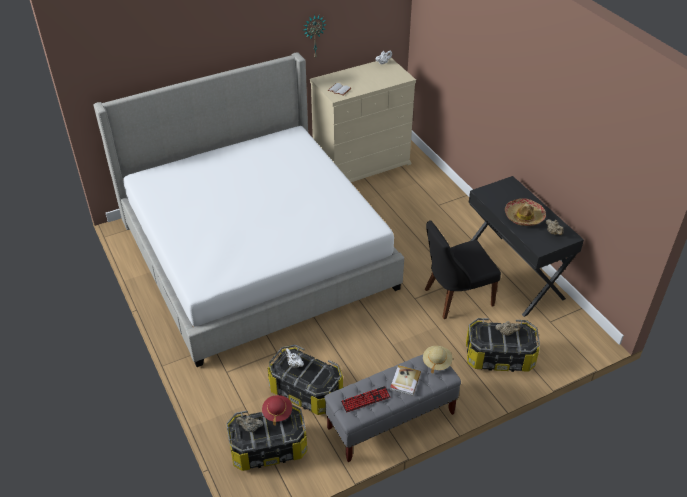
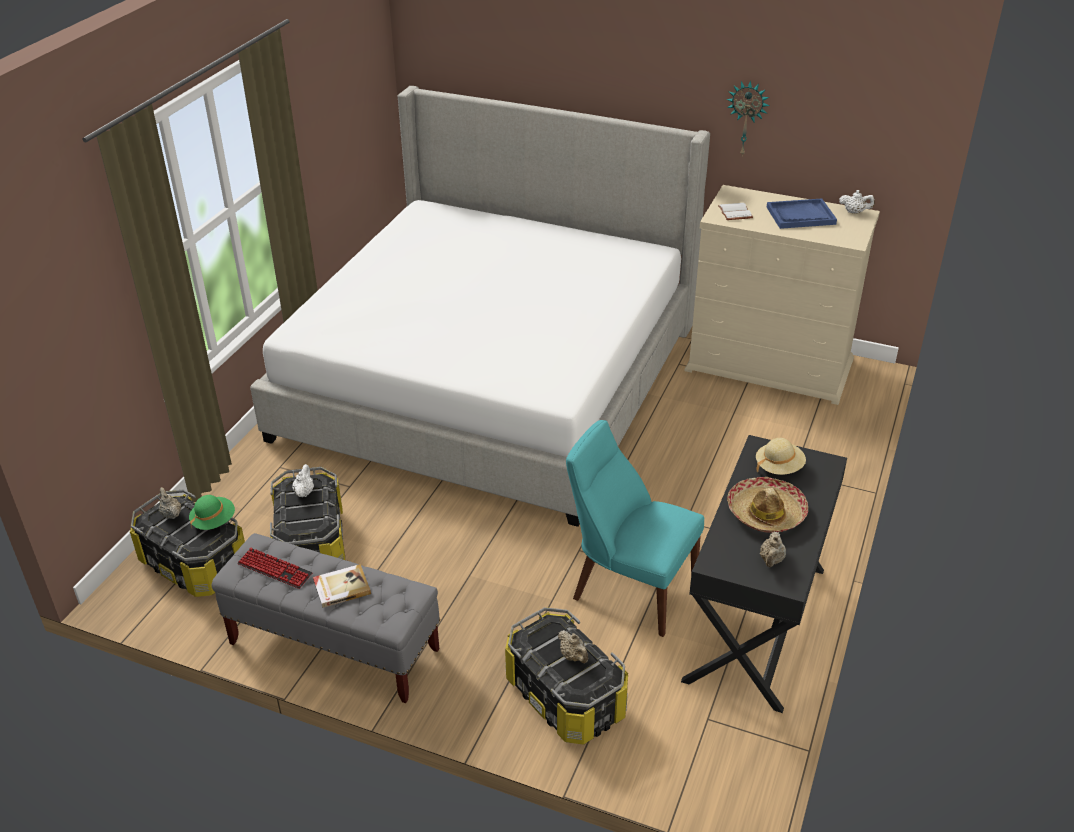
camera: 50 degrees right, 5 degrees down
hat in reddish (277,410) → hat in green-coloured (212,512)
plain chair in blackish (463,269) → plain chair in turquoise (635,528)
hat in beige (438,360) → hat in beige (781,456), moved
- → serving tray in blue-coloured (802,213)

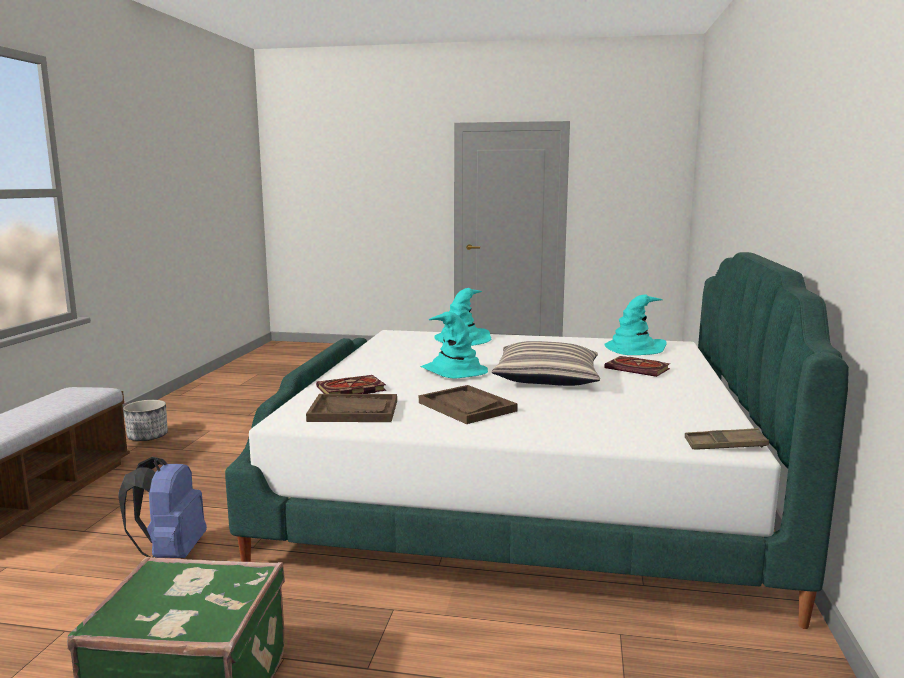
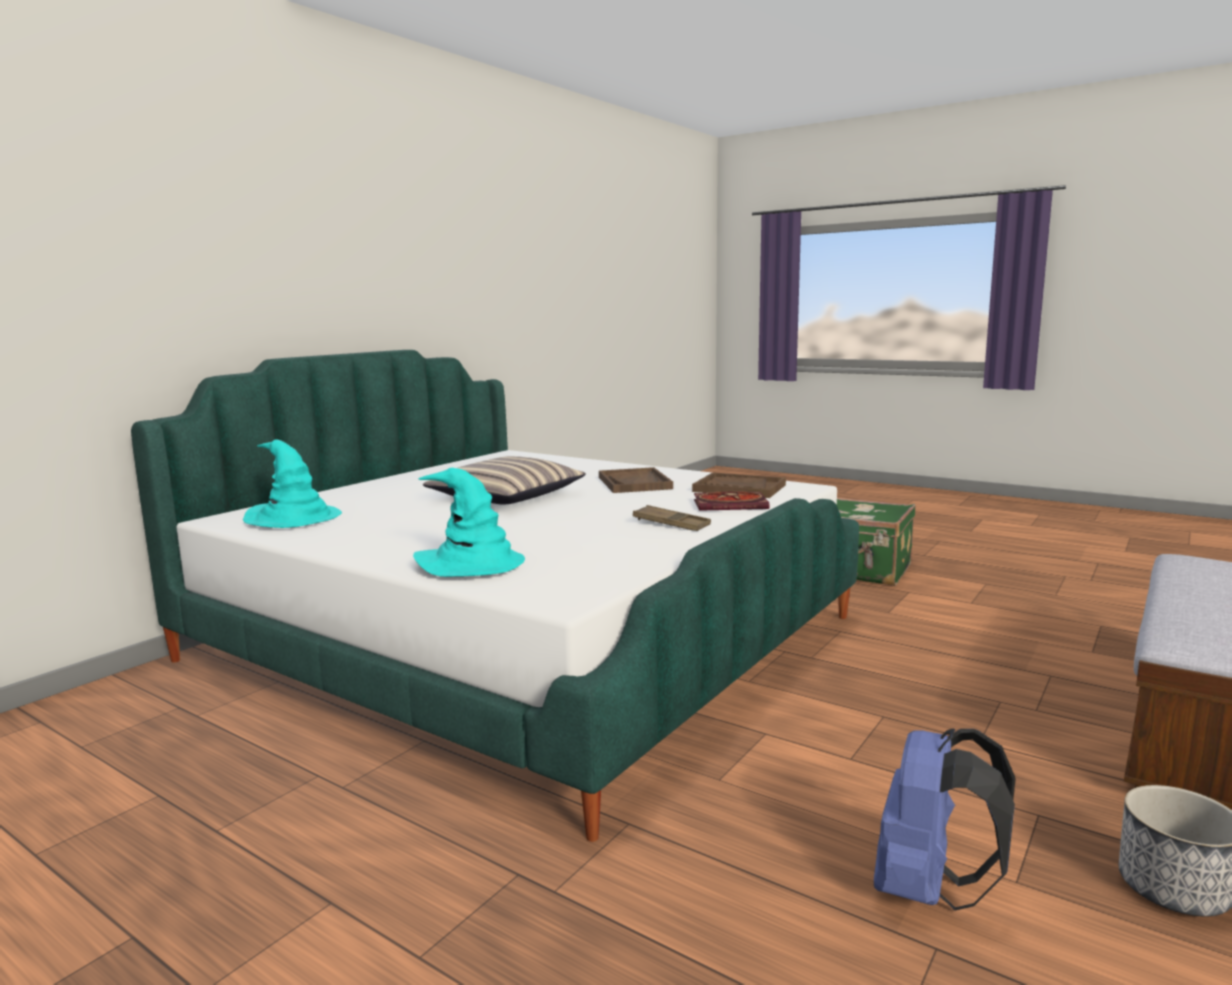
camera: 155 degrees left, 0 degrees up
serving tray in brownish (727,438) → serving tray in brownish (672,518), moved
rucksack in blue-coloured (162,507) → rucksack in blue-coloured (945,819), moved
hat in turquoise (454,345) → -
bound book (637,366) → -

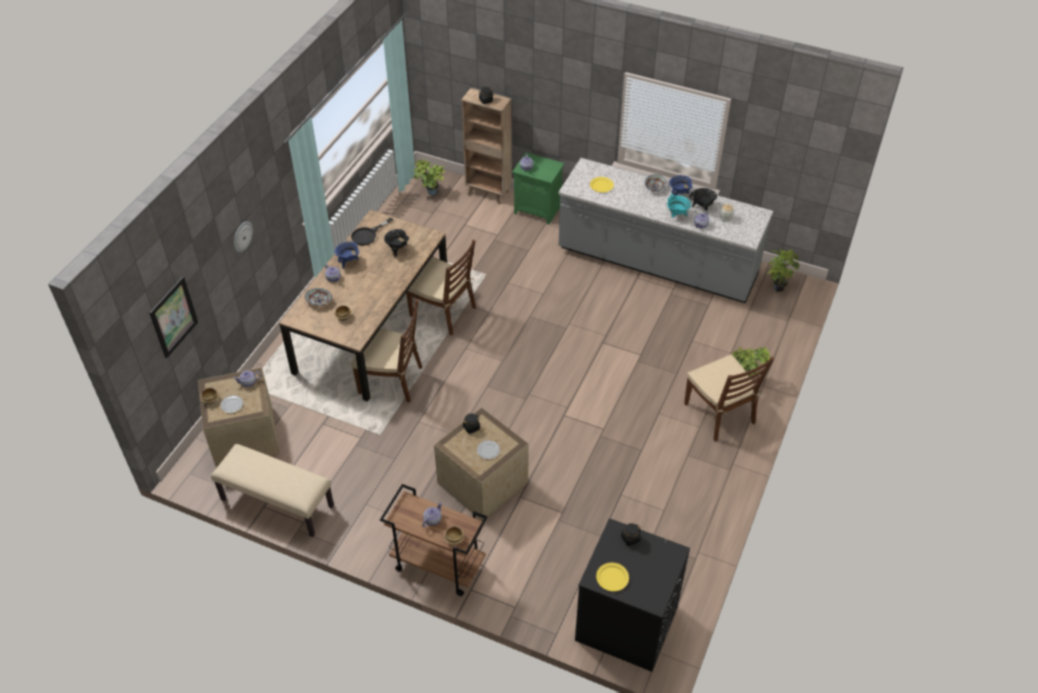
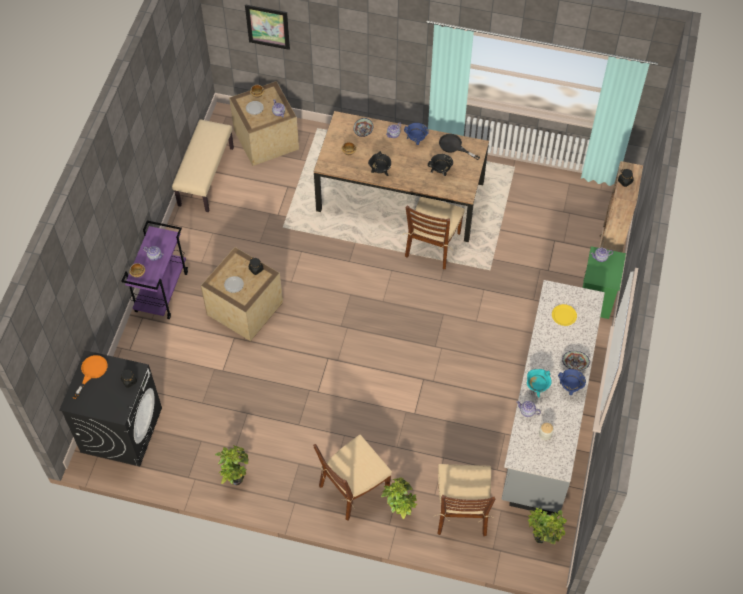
camera: 80 degrees right, 10 degrees up
flat dish in yellow (612,576) → frying pan in orangey (90,377)
trolley in brownish (434,540) → trolley in purplish (154,269)
houseplant (428,177) → houseplant (231,465), moved
cooking pot in blackish (703,199) → cooking pot in blackish (379,163), moved
plain chair in brownish (386,351) → plain chair in brownish (465,500), moved
wall clock (243,236) → -

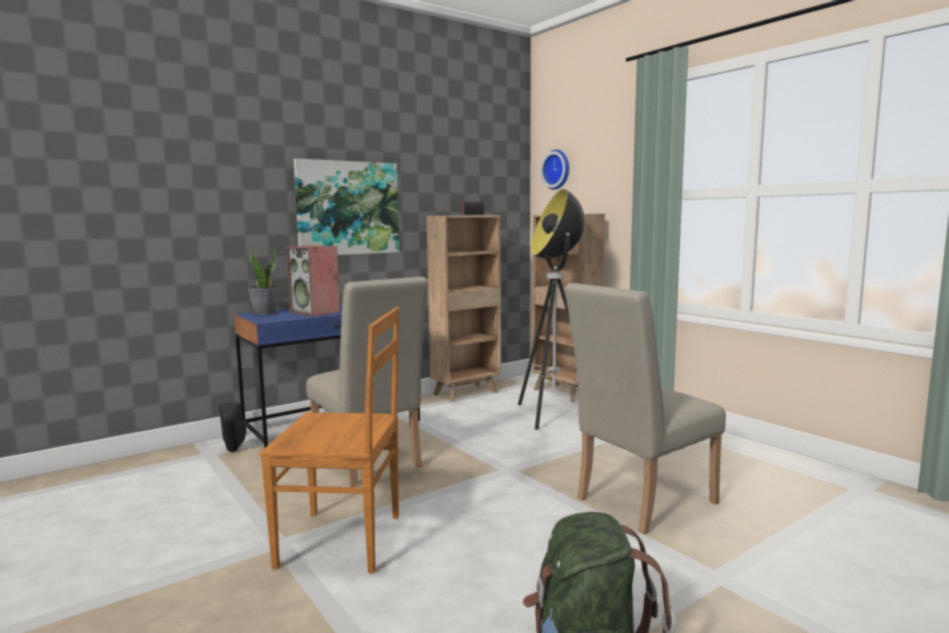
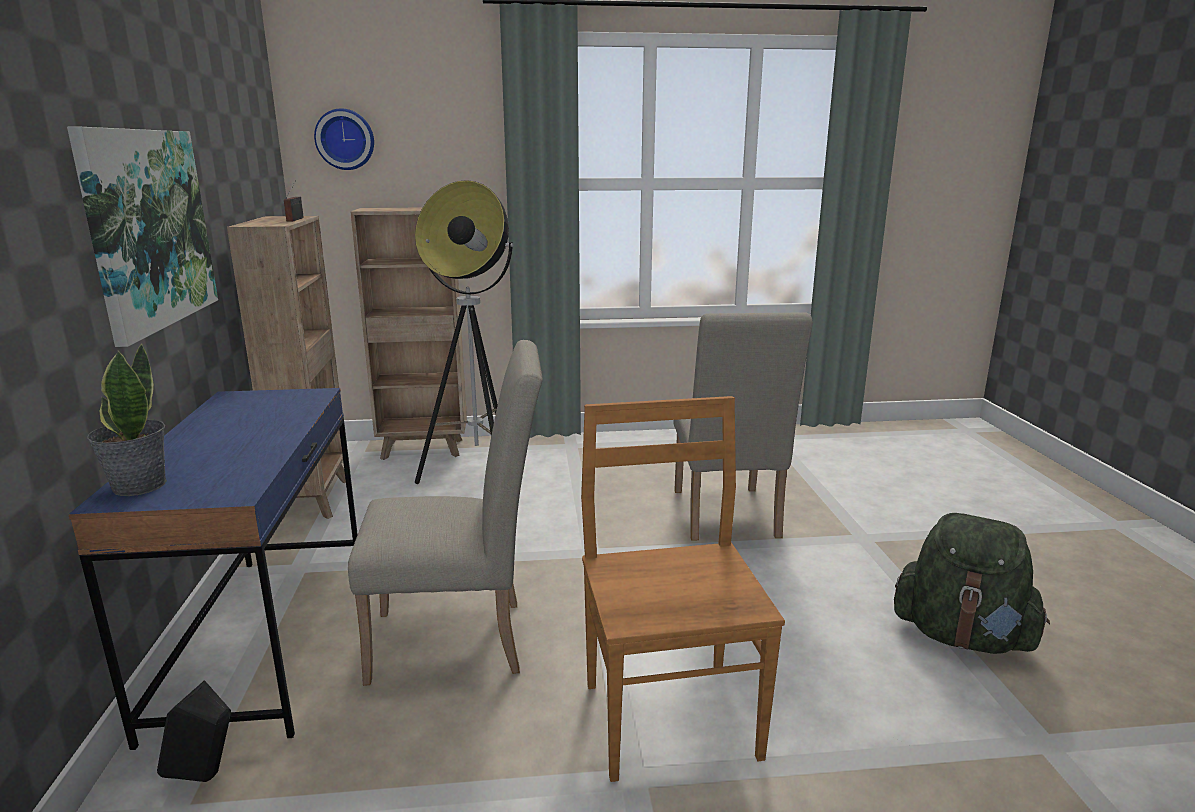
camera: 60 degrees left, 10 degrees up
plain chair in brownish (329,440) → plain chair in brownish (683,589), 45 degrees counterclockwise
loudspeaker (313,281) → -

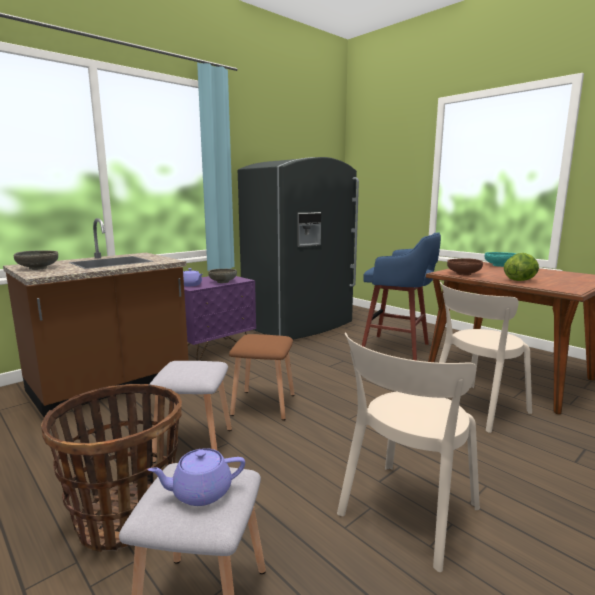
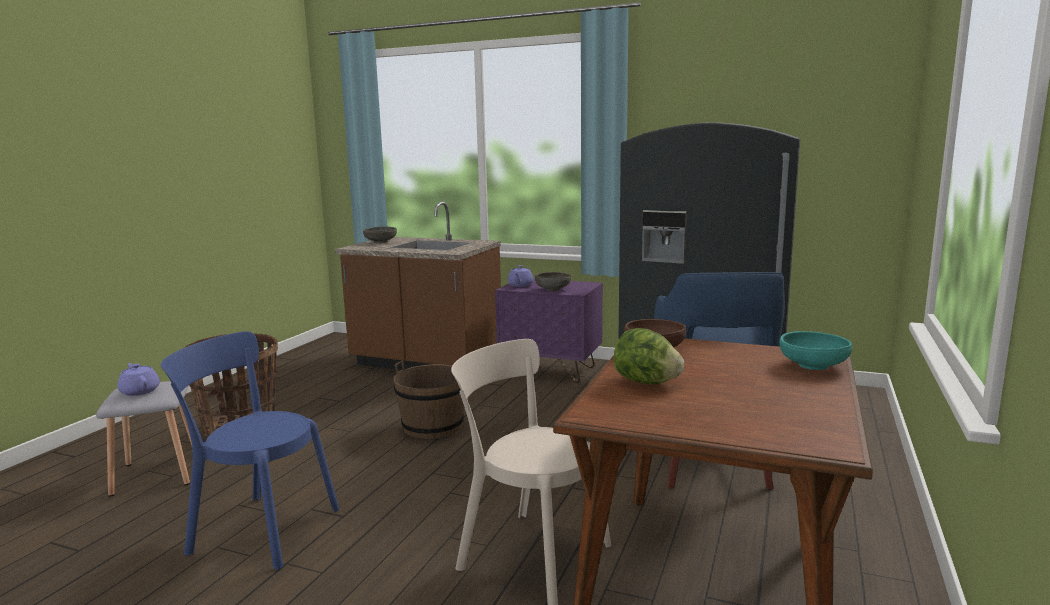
camera: 65 degrees right, 0 degrees up
plain chair in beige (408,452) → plain chair in blue-coloured (250,450)
stool in brownish (262,377) → bucket in brownish (428,400)
stool in greyish (191,412) → -

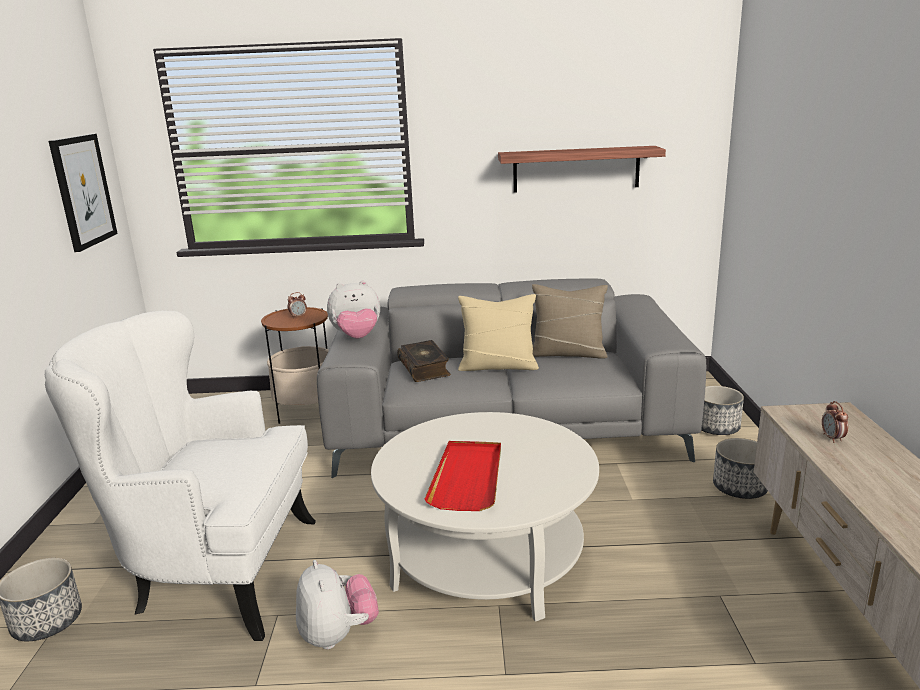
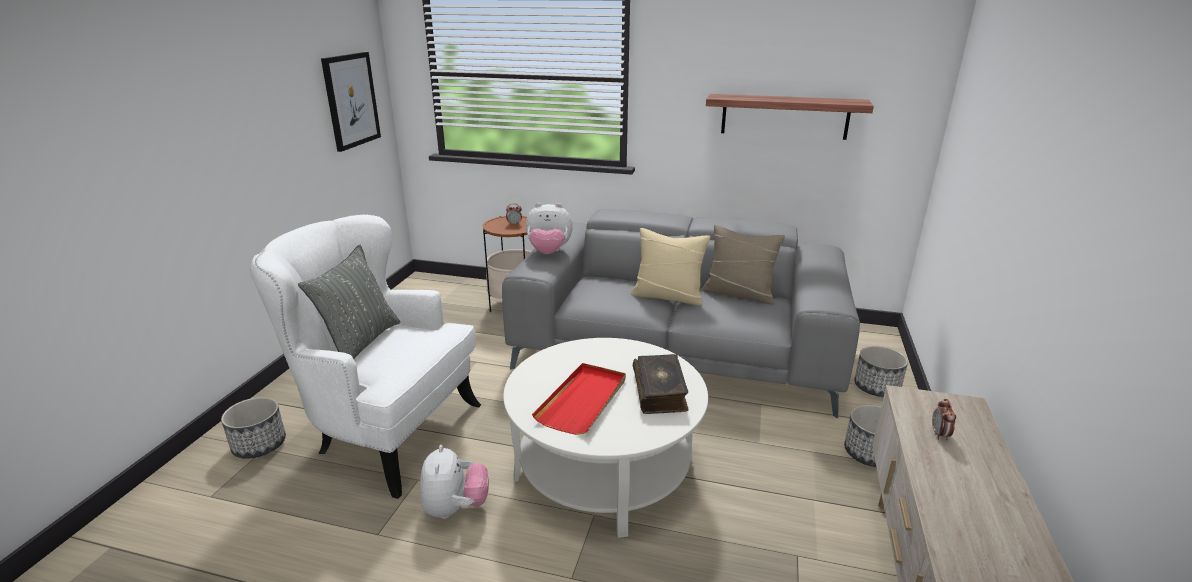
camera: 15 degrees right, 5 degrees up
- → cushion in greyish (349,302)
bound book (424,361) → bound book (661,384), moved

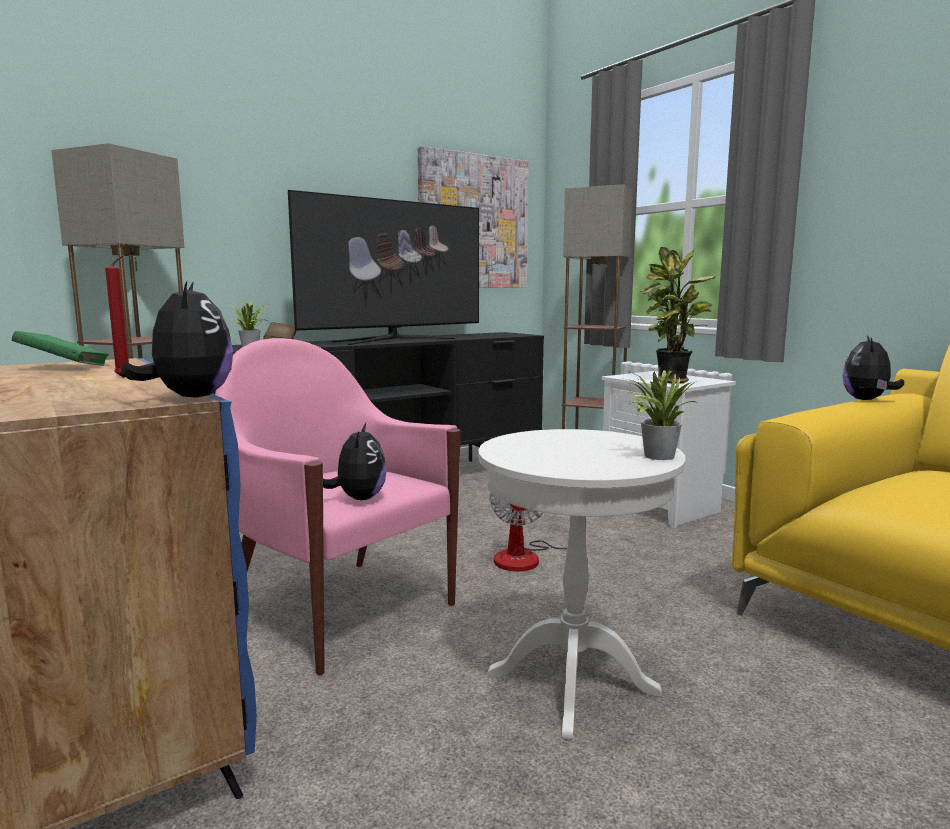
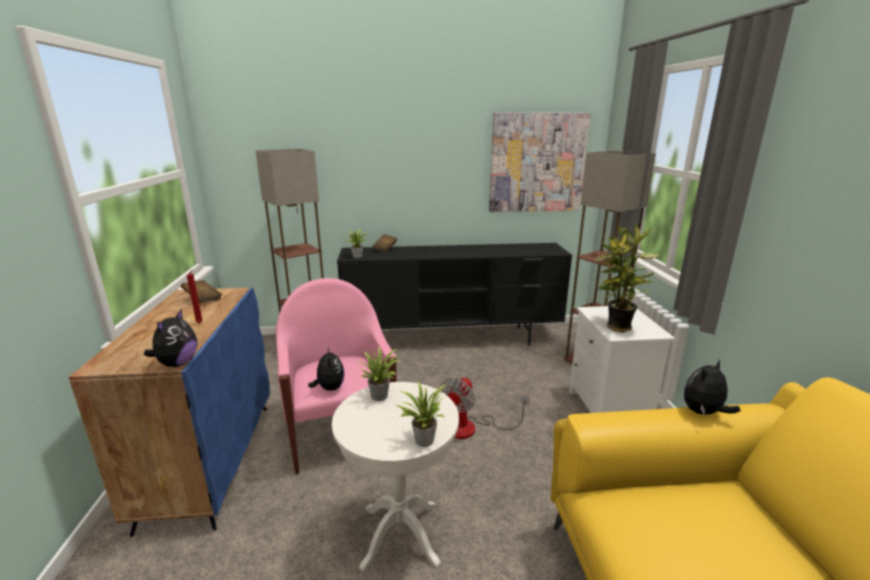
camera: 30 degrees right, 10 degrees up
bound book in green-coloured (60,348) → bound book in brownish (201,291)
soft toy (355,461) → soft toy (326,369), 45 degrees counterclockwise
- → houseplant (379,374)
TV (383,267) → -

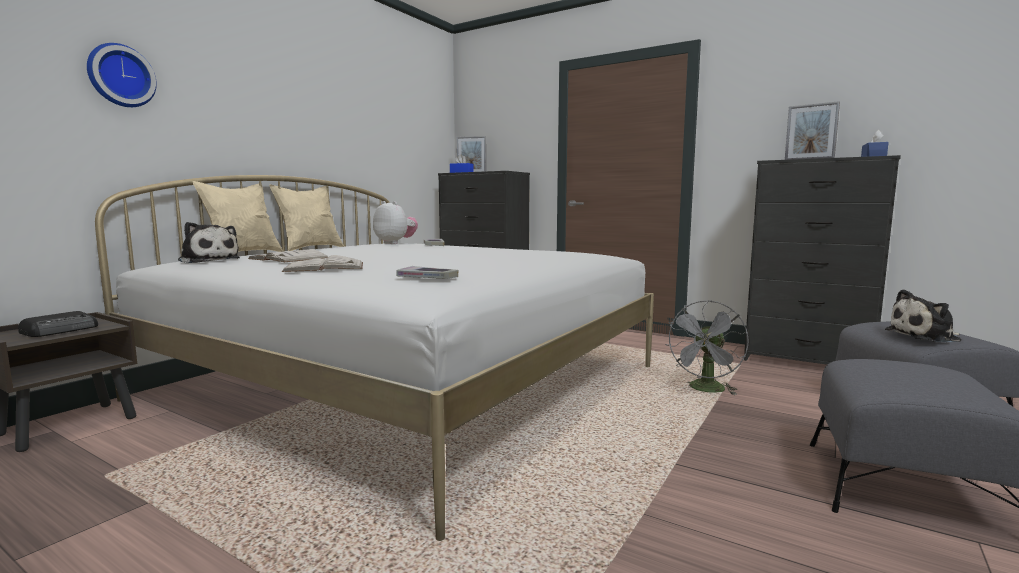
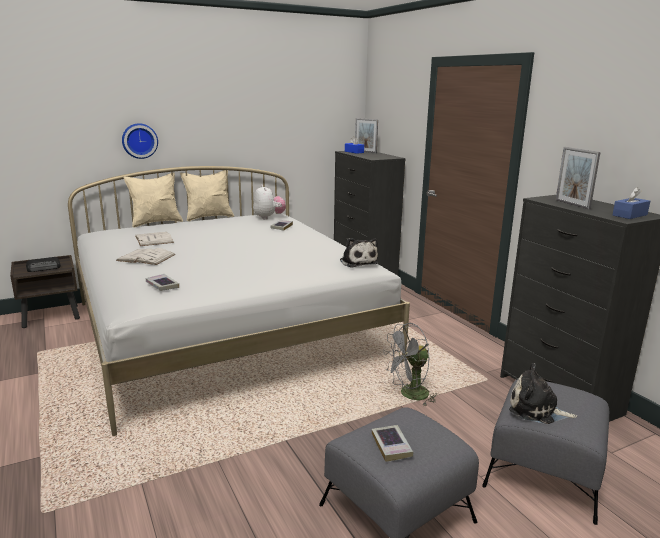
camera: 30 degrees right, 10 degrees up
wall clock (122,75) → wall clock (140,141), moved
soft toy (209,242) → soft toy (359,253), moved
- → bound book (392,443)

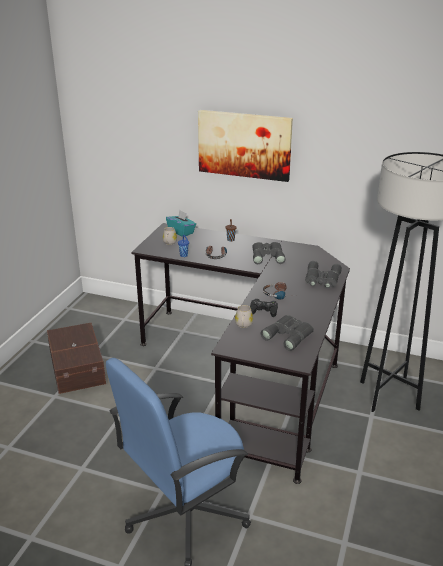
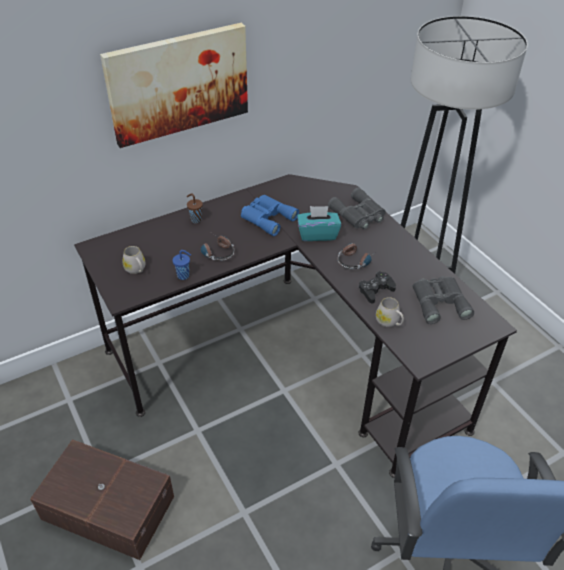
camera: 50 degrees left, 15 degrees up
field glasses in greyish (269,253) → field glasses in blue-coloured (270,215)
box of tissues in turquoise (181,223) → box of tissues in turquoise (319,223), moved

